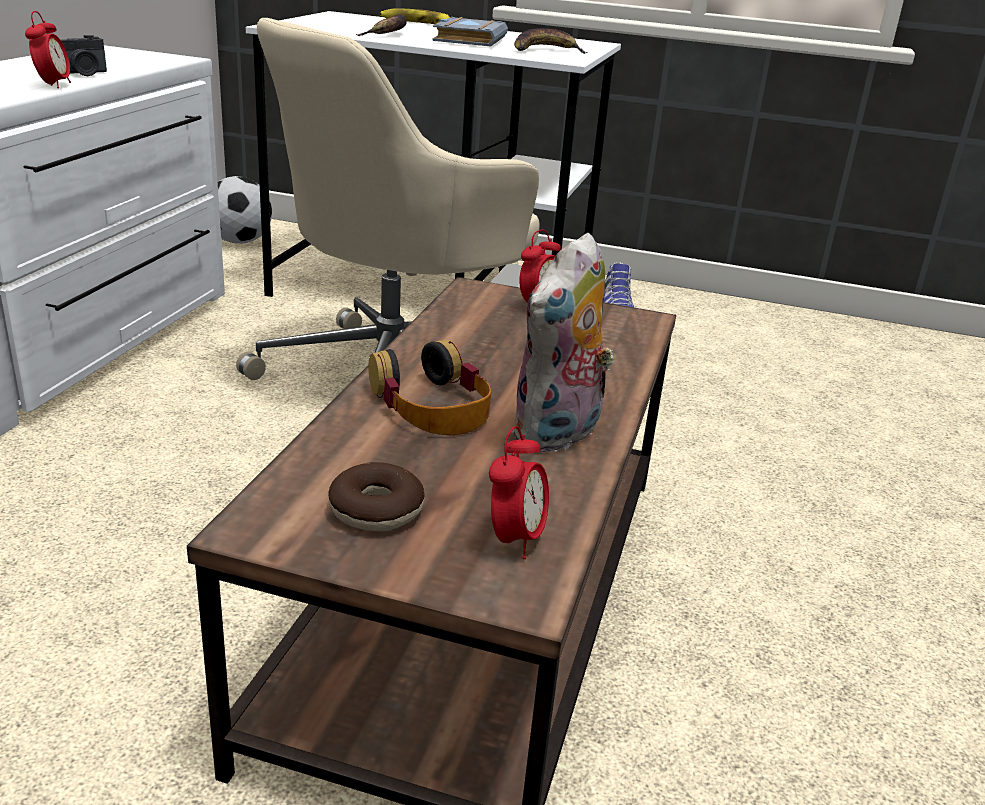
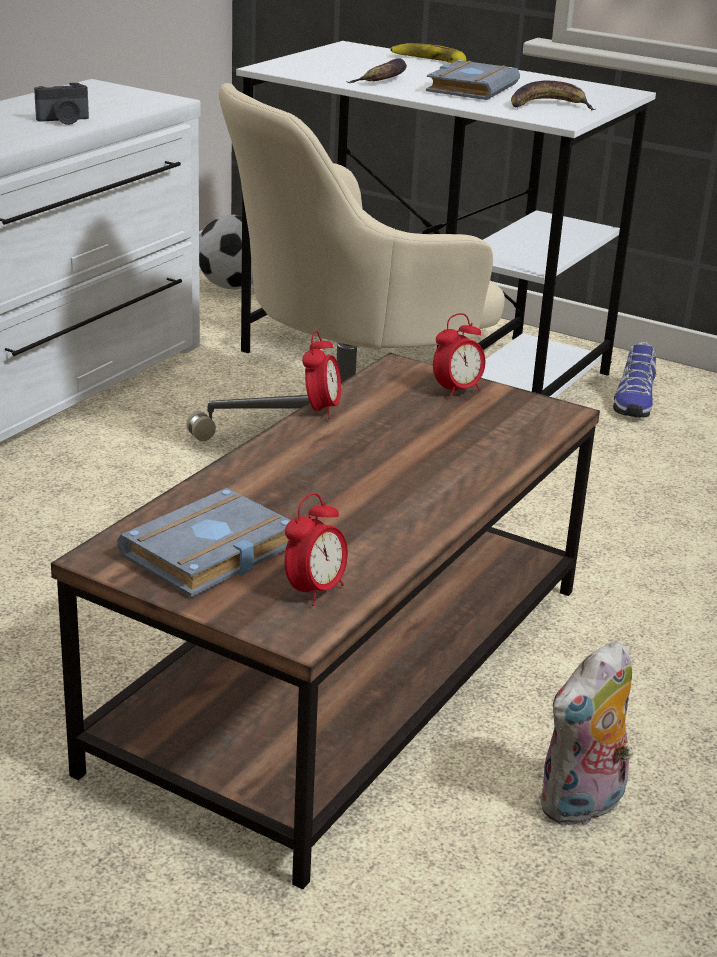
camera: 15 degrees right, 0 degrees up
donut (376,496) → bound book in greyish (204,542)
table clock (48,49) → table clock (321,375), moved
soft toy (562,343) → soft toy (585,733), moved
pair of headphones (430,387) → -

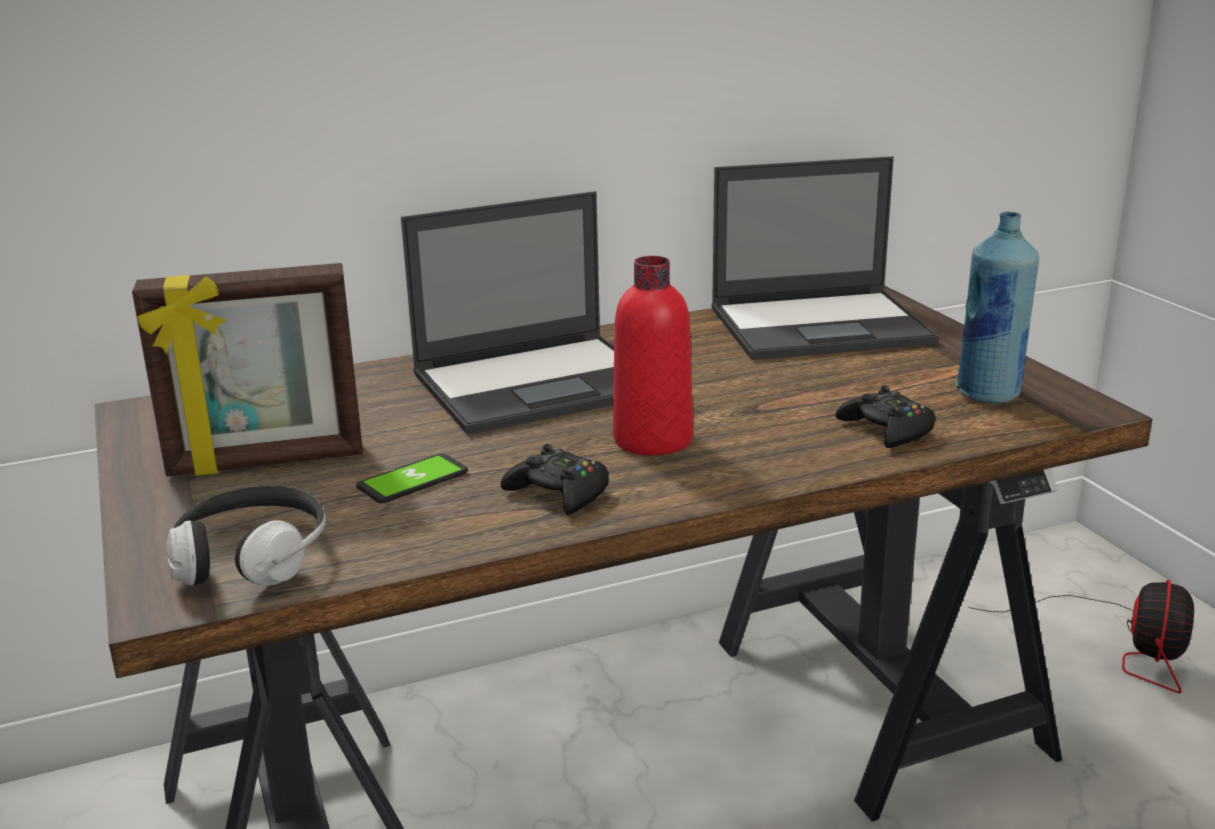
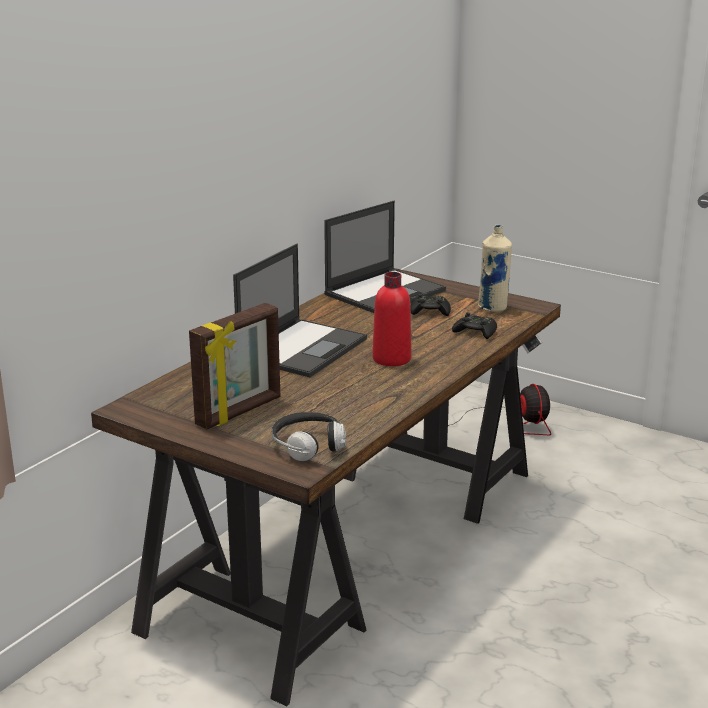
camera: 35 degrees left, 0 degrees up
game controller in blackish (554,479) → game controller in blackish (431,305), moved
bottle in blue-coloured (997,307) → bottle in beige (495,268)
phone (412,478) → -

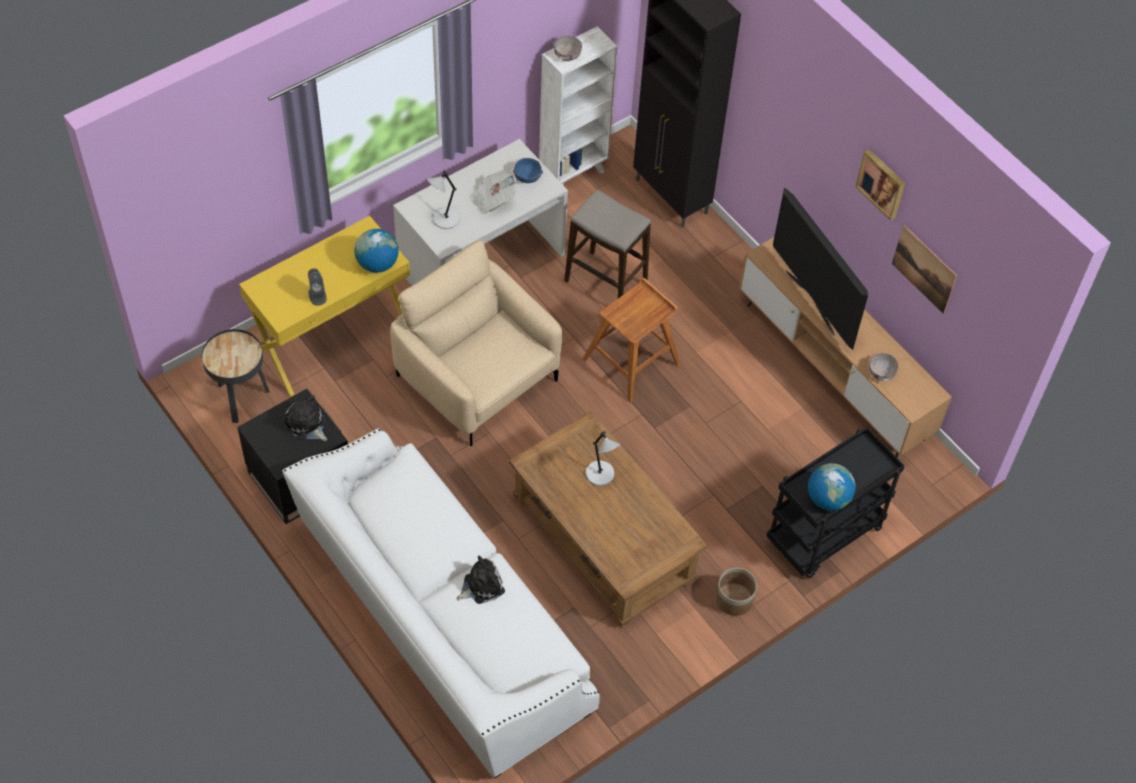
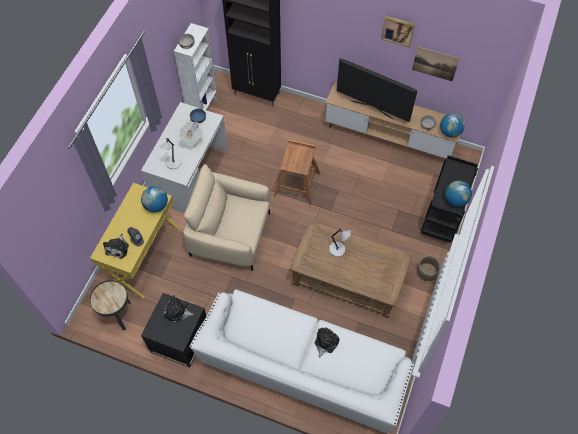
camera: 30 degrees left, 5 degrees up
- → soft toy (116,246)
- → world globe (452,125)
stool (607,244) → -

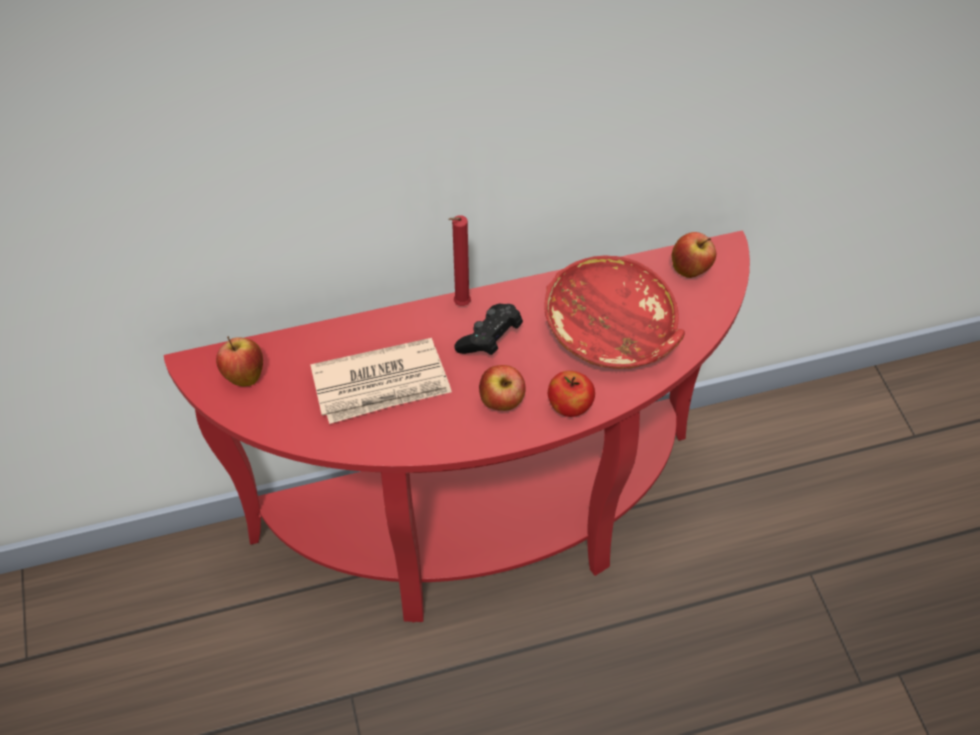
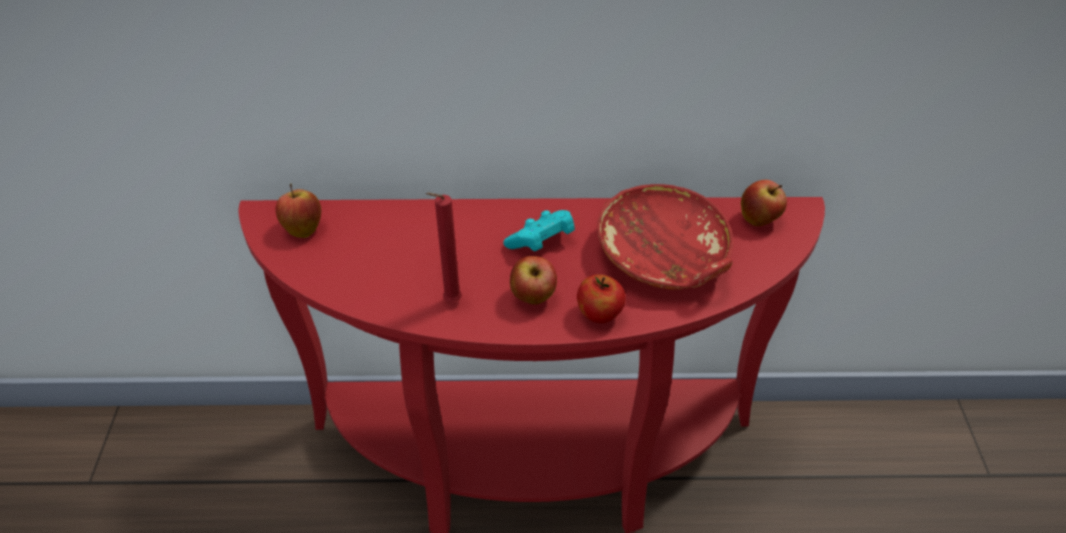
camera: 15 degrees right, 10 degrees down
wax candle in reddish (459,260) → wax candle in reddish (444,247), moved
game controller in blackish (489,329) → game controller in turquoise (539,230)
printed paper (381,381) → -

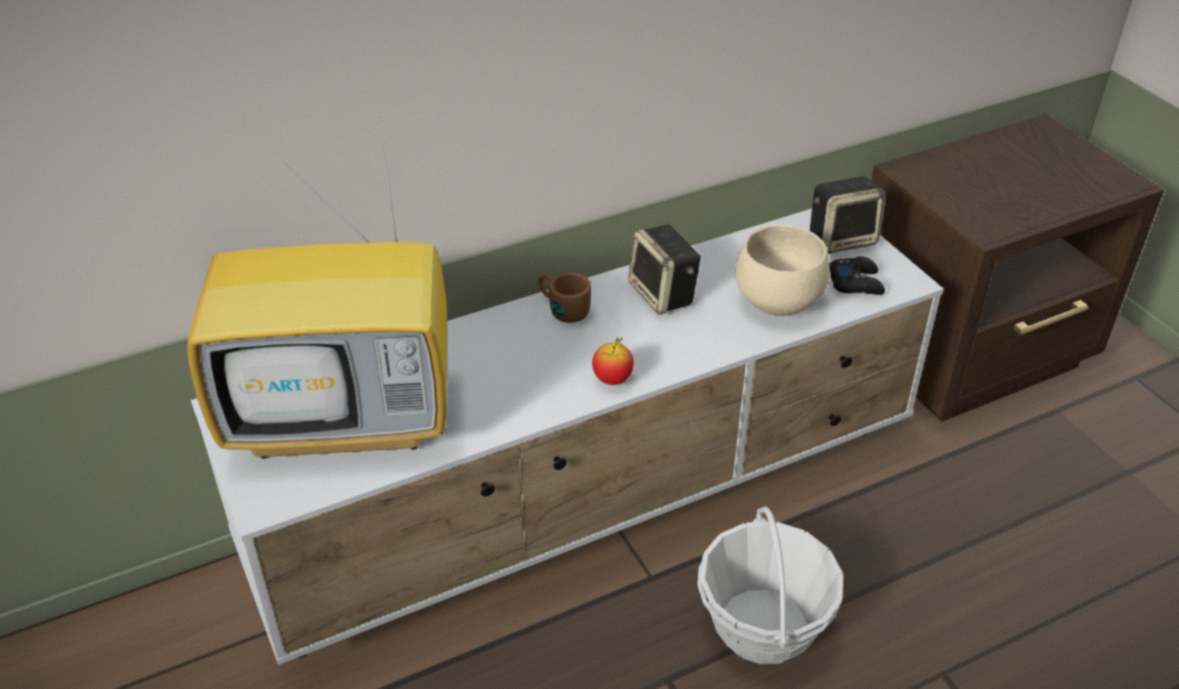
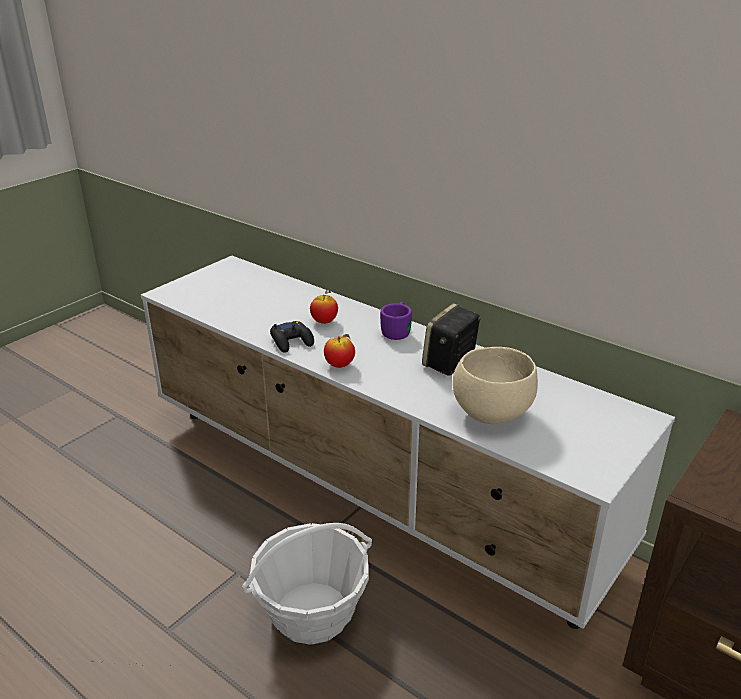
camera: 65 degrees right, 10 degrees down
game controller in blackish (857,276) → game controller in blackish (292,337), moved
- → apple fruit (324,307)
tea mug in brownish (564,297) → tea mug in purplish (396,321)
TV (317,291) → -
loudspeaker (848,215) → -

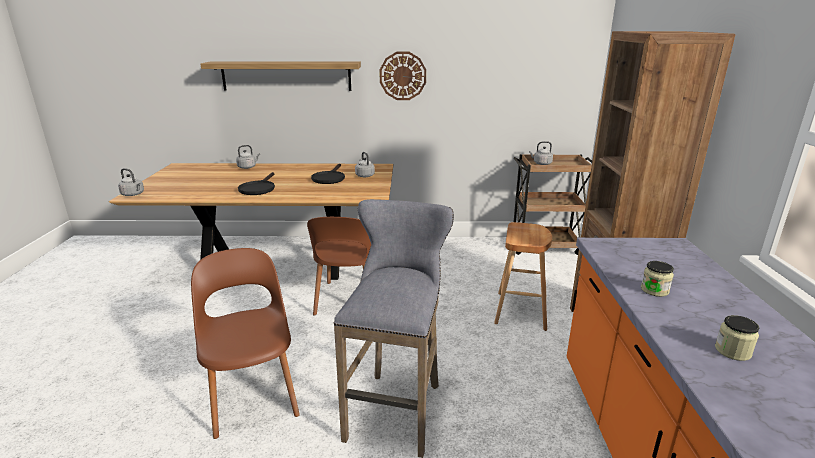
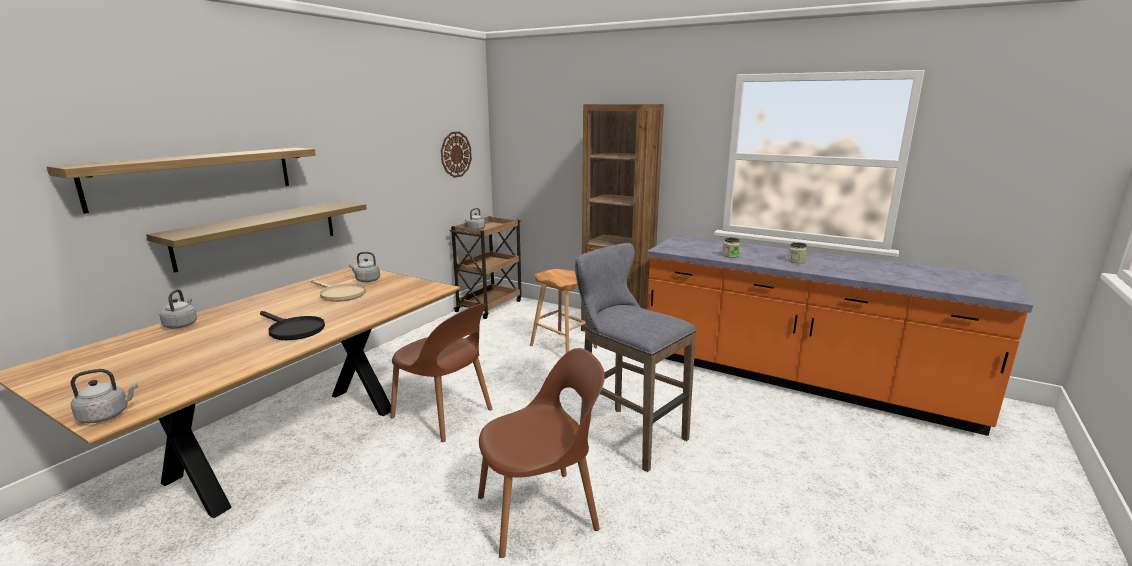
camera: 60 degrees left, 5 degrees down
- → bracket shelf (256,237)
frying pan in blackish (328,174) → frying pan in beige (338,290)
wall clock (402,76) → wall clock (456,154), moved
plain chair in brownish (245,343) → plain chair in brownish (541,453), 150 degrees clockwise

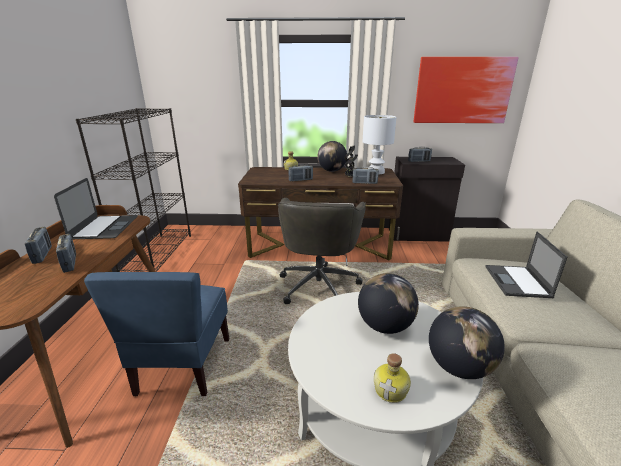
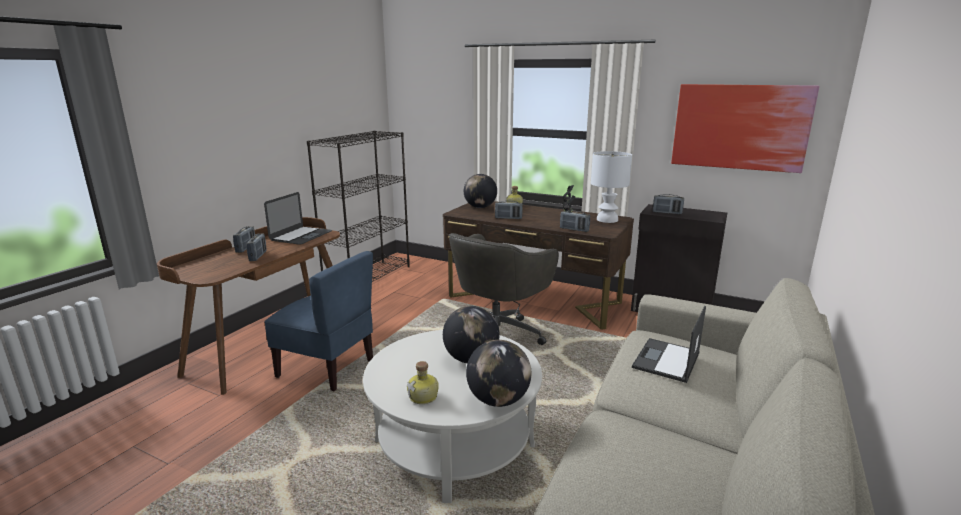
camera: 25 degrees right, 5 degrees down
plain chair in blue-coloured (156,334) → plain chair in blue-coloured (318,321), 90 degrees counterclockwise
world globe (332,156) → world globe (480,191), moved

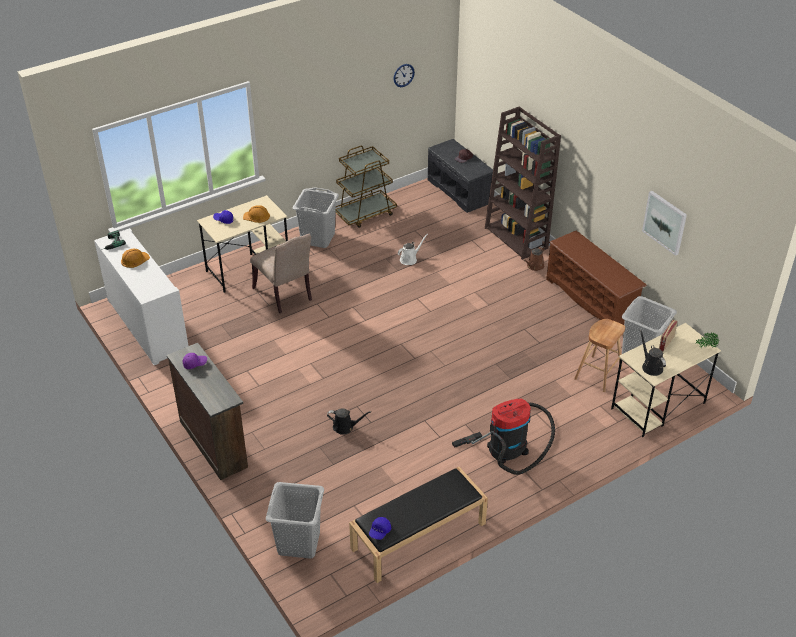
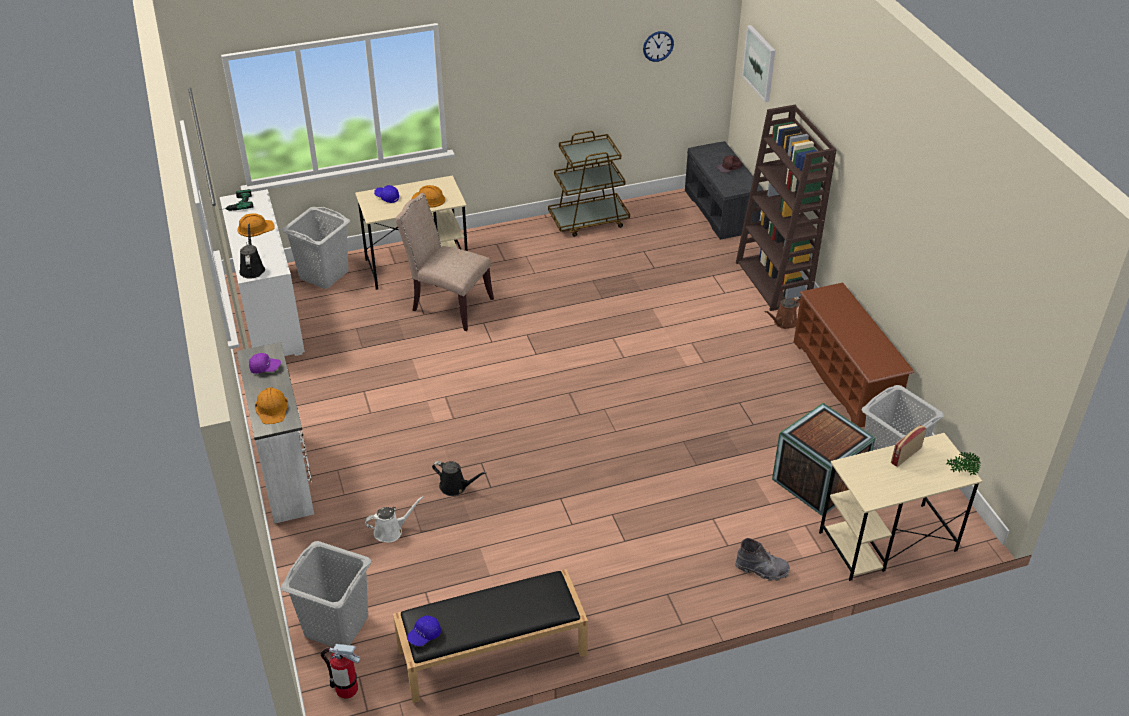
camera: 15 degrees right, 0 degrees up
dresser in brownish (207,411) → dresser in whitish (275,433)
watering pot in blackish (653,353) → watering pot in blackish (252,251), moved
- → work helmet in orangey (271,406)
hamper in greyish (316,217) → hamper in greyish (316,248), moved
- → extinguisher (340,671)
watering pot in whitish (413,249) → watering pot in whitish (394,519), moved
plain chair in beige (281,273) → plain chair in beige (445,262), 135 degrees clockwise
- → tall boot in greyish (762,559)
picture (664,223) → picture (758,63), moved
stool in brownish (599,355) → crate (823,459)
vacuum (503,437) → -

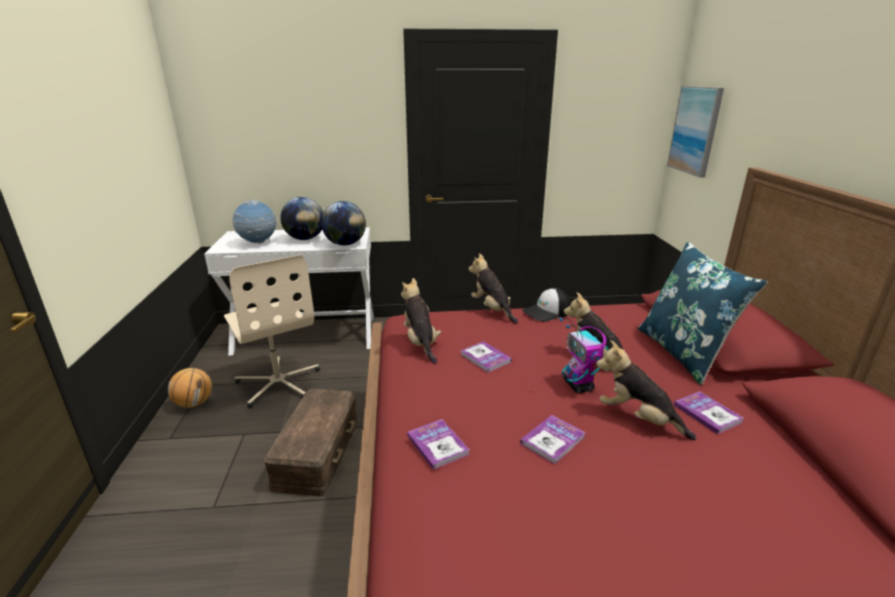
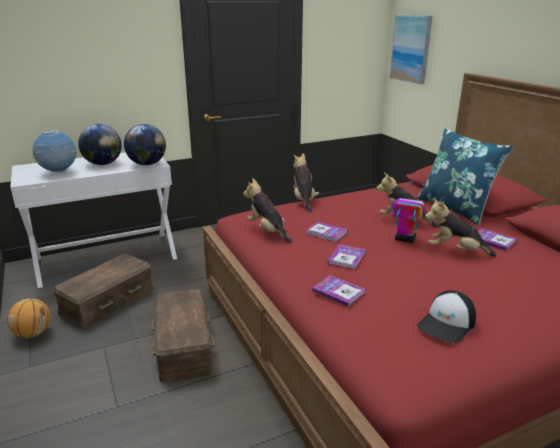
camera: 20 degrees left, 0 degrees up
office chair in beige (272,331) → storage container in brownish (103,291)
soft toy (493,288) → soft toy (306,182), 45 degrees clockwise
bound book (553,439) → bound book (346,257), moved
model robot (584,355) → model robot (409,212), 150 degrees clockwise
cap (546,305) → cap (446,316), moved

